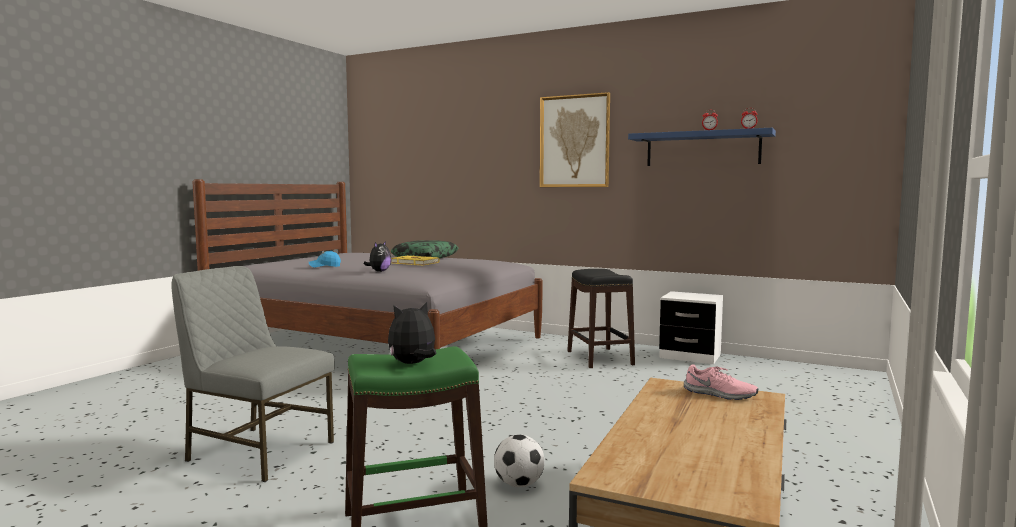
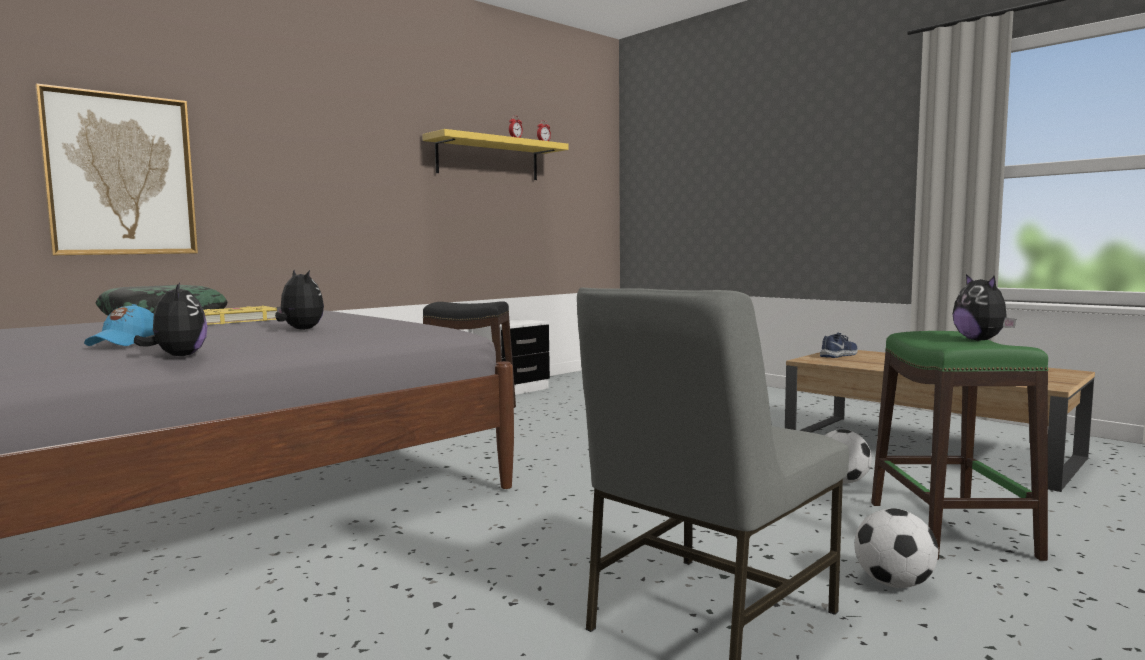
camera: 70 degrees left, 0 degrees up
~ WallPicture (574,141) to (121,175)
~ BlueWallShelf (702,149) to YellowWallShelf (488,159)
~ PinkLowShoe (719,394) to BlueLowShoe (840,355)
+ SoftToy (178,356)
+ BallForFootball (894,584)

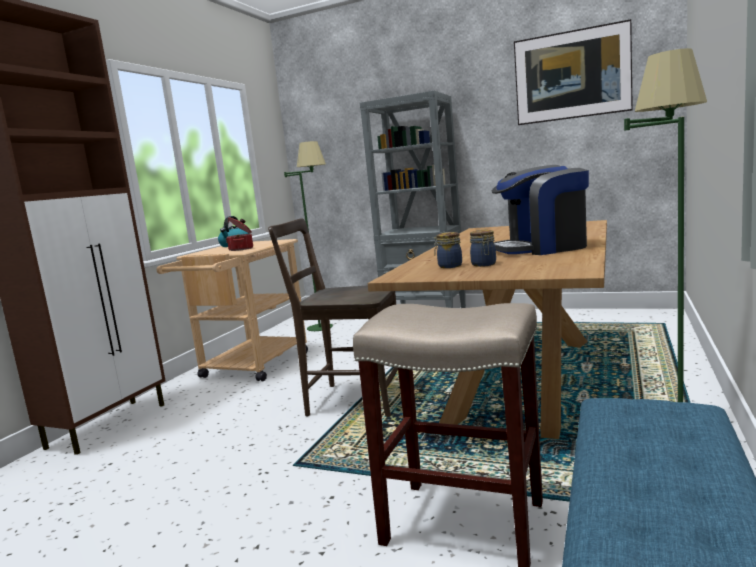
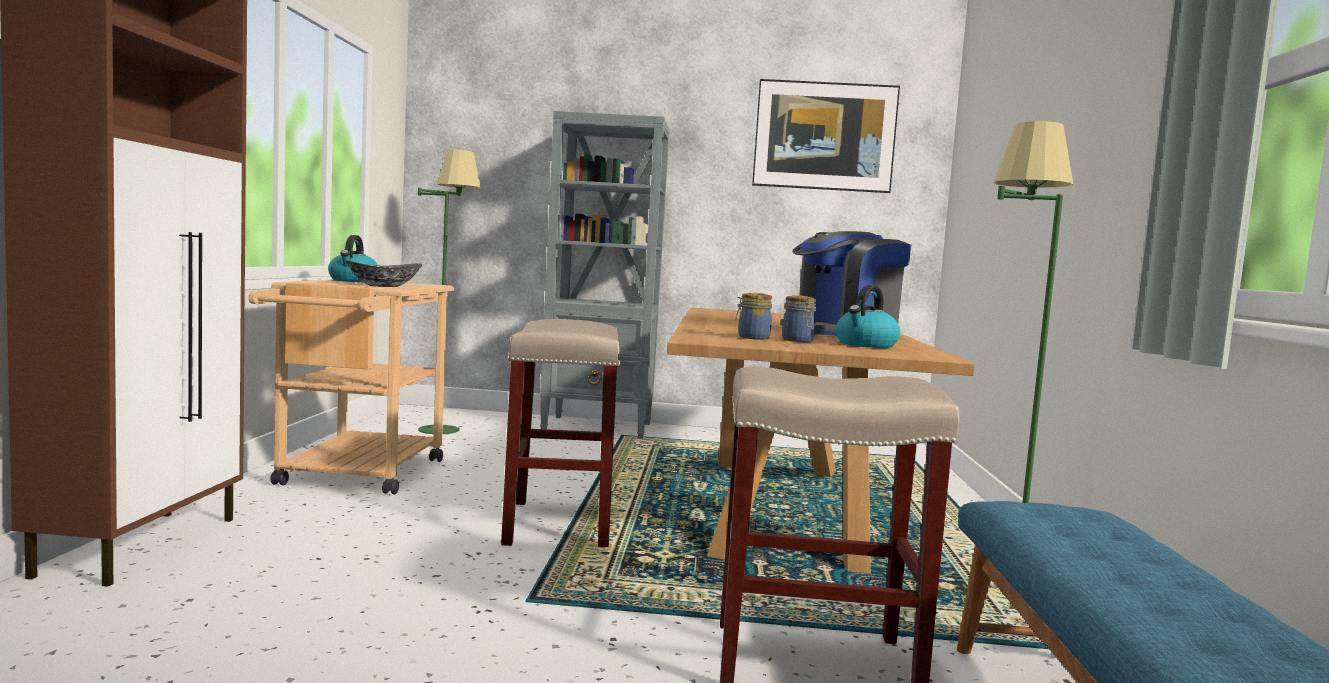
camera: 20 degrees left, 5 degrees down
~ Stockpot (242,249) to DeepDish (383,286)
~ BrownPlainChair (351,400) to BeigeStoolSeat (558,523)
+ Kettle (866,345)

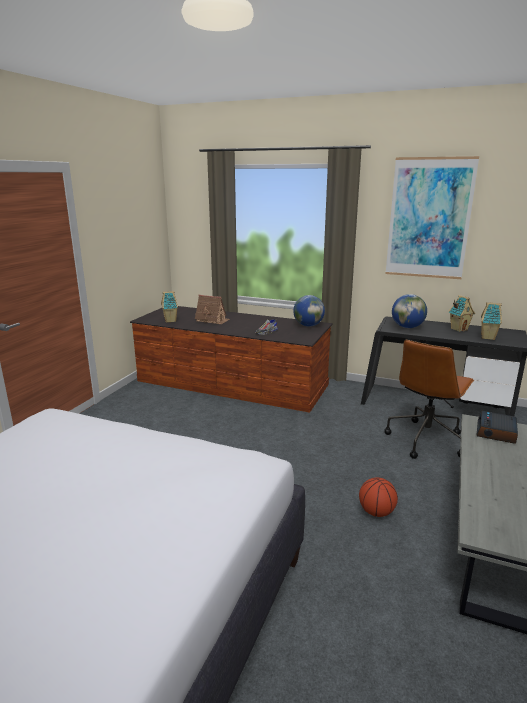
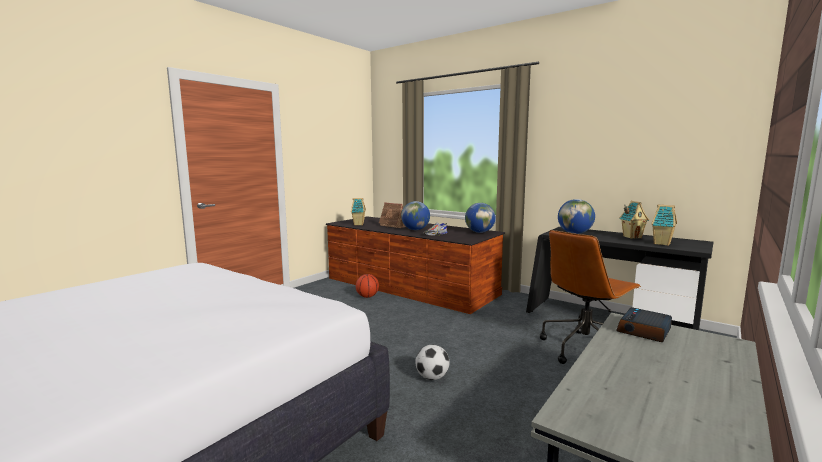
camera: 15 degrees right, 10 degrees down
~ BasketballBall (376,512) to (367,296)
- WallPicture (429,219)
+ WorldGlobe (415,230)
+ BallForFootball (432,377)

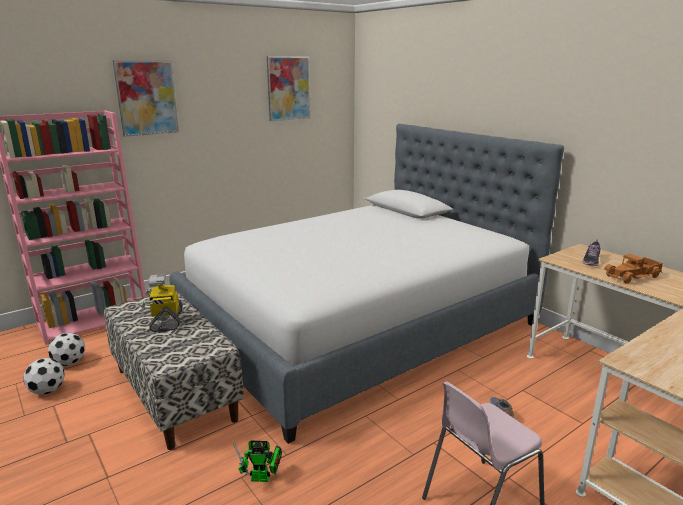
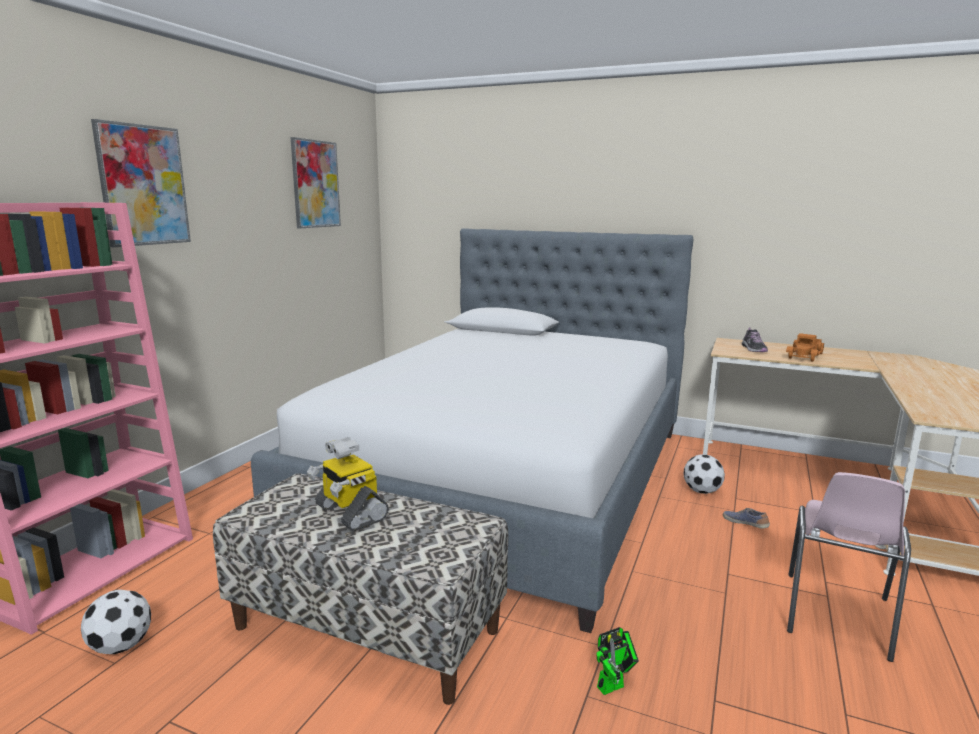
camera: 30 degrees left, 5 degrees down
~ BallForFootball (48,390) to (702,491)

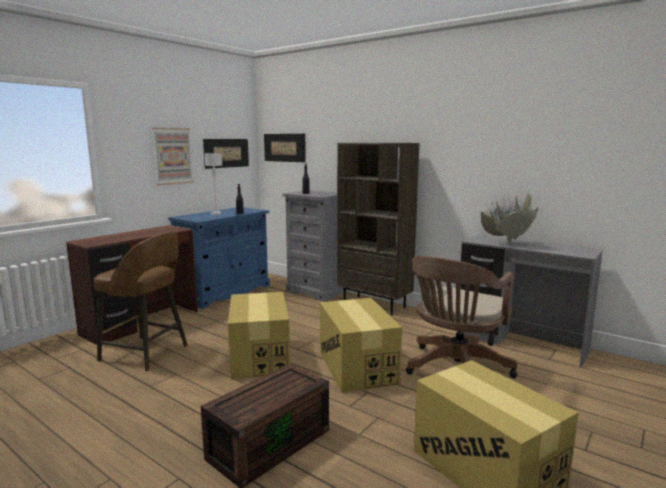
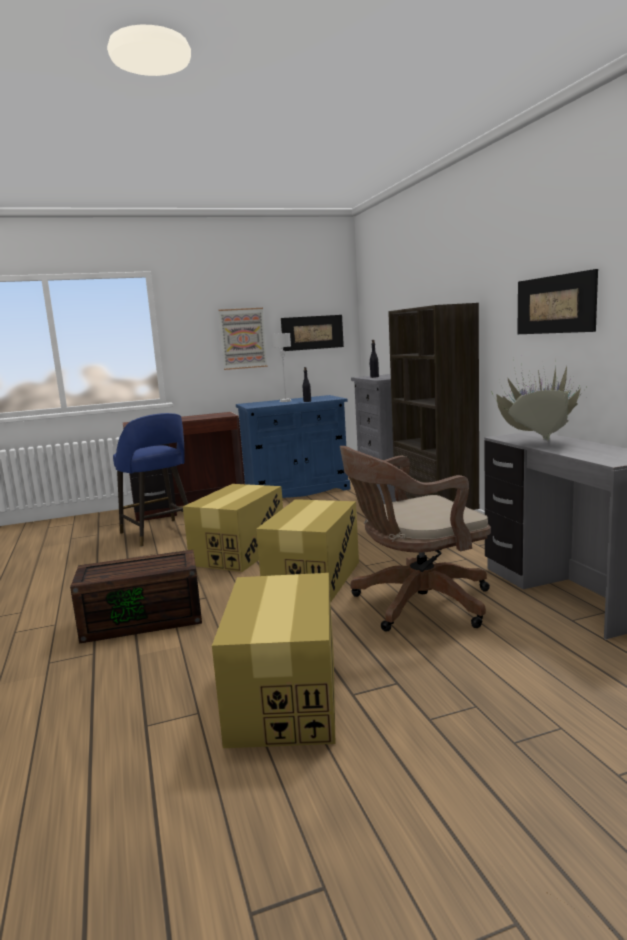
camera: 35 degrees right, 0 degrees up
~ BrownStoolSeat (146,353) to BlueStoolSeat (159,533)
~ WallPicture (284,147) to (555,304)

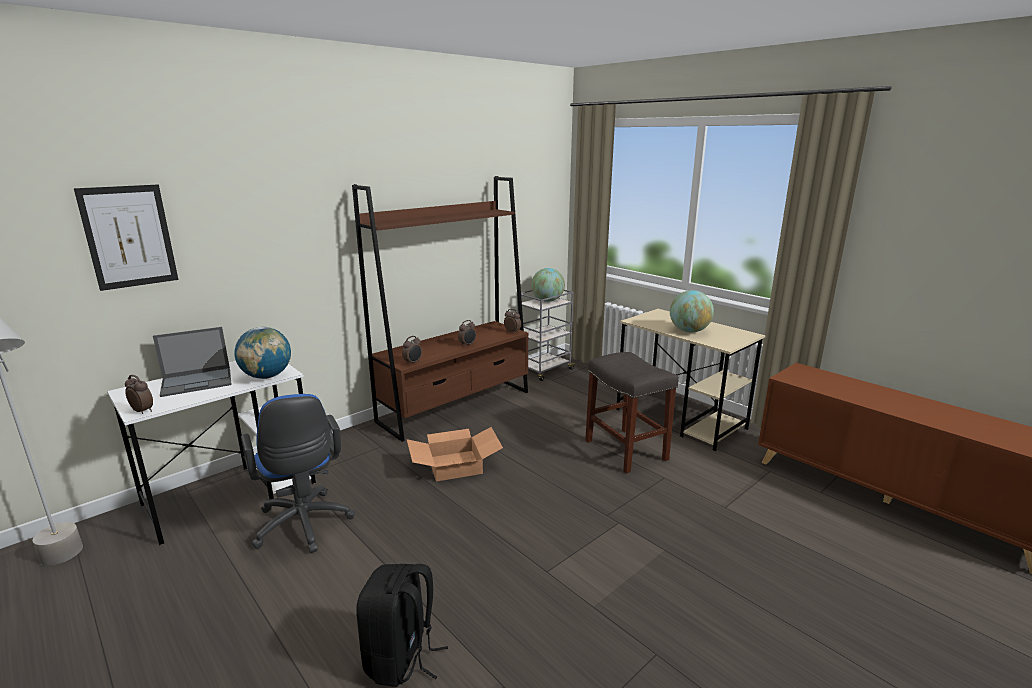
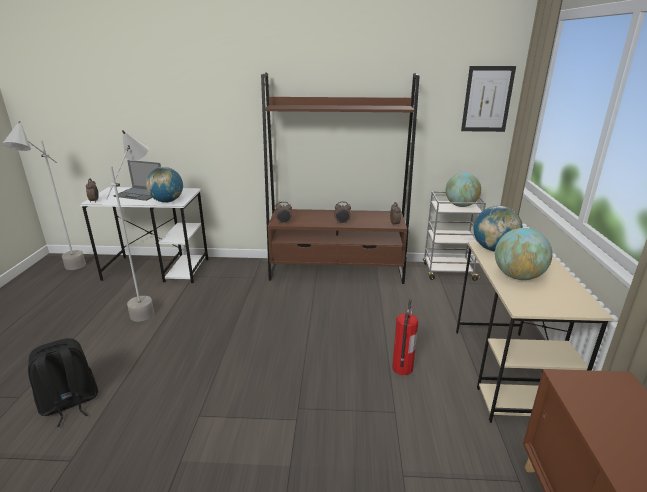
camera: 45 degrees right, 5 degrees up
~ WallPicture (129,237) to (487,99)
~ BlueComputerChair (304,527) to GreyishStandingLamp (151,304)
- PackingBox (455,465)
~ GreyishStoolSeat (624,449) to FireFightingCylinder (402,368)
+ WorldGlobe (493,249)

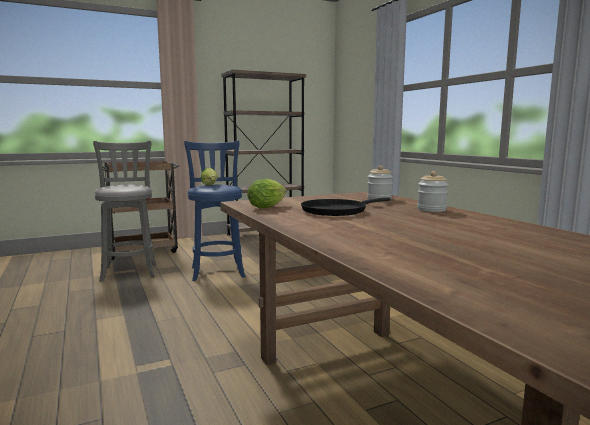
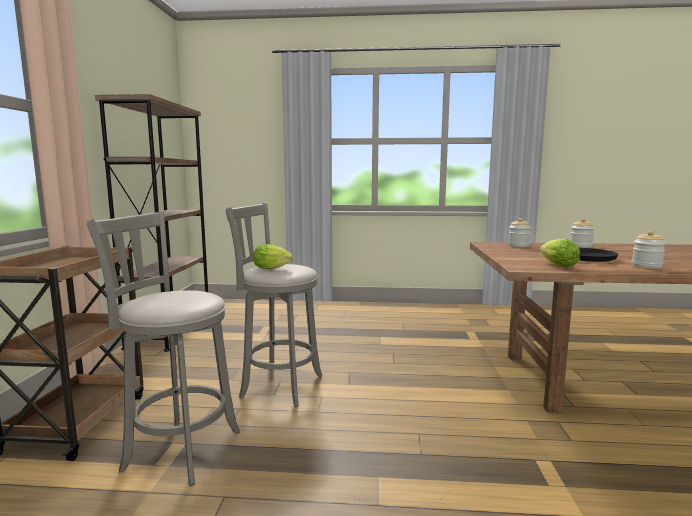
camera: 60 degrees left, 0 degrees up
~ BlueStoolSeat (217,271) to GreyishStoolSeat (278,385)
+ Jar (646,266)

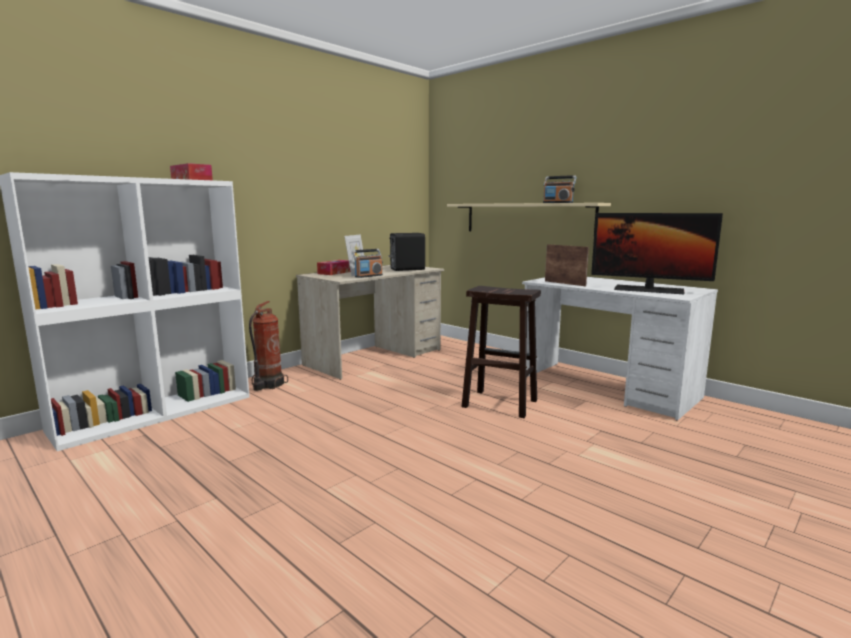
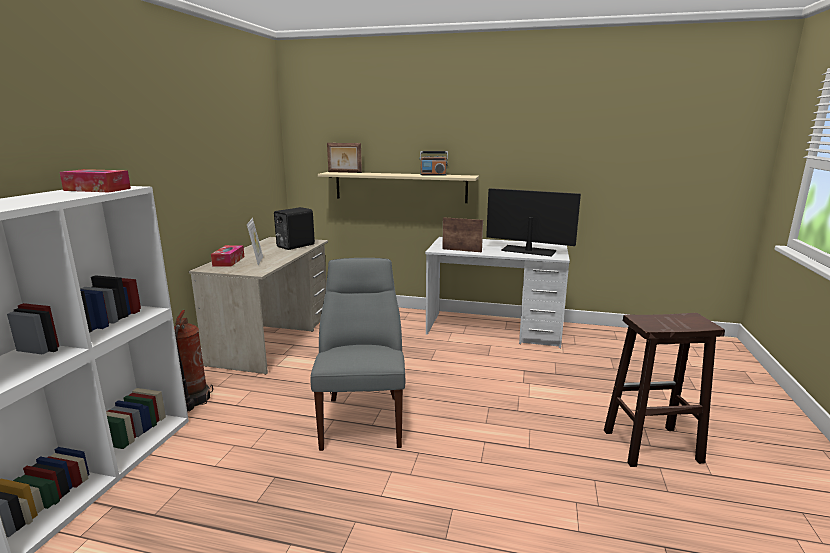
camera: 30 degrees left, 5 degrees up
- Radio (368,276)
~ BrownStoolSeat (498,403) to (650,446)
~ ComputerScreen (648,290) = (528,251) 150 degrees counterclockwise
+ GreyishPlainChair (363,418)
+ PictureFrame (344,172)

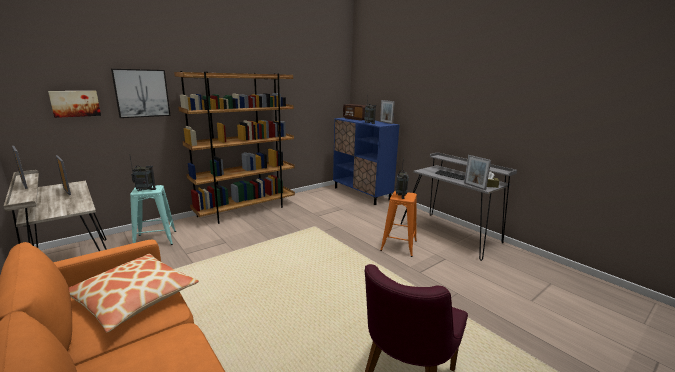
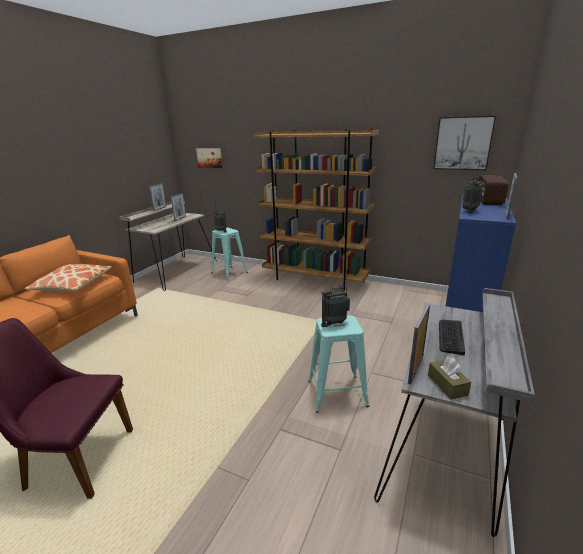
camera: 65 degrees right, 5 degrees up
~ WallPicture (142,93) to (463,143)
~ OrangeColouredStoolSeat (398,245) to BlueGreenStoolSeat (337,393)

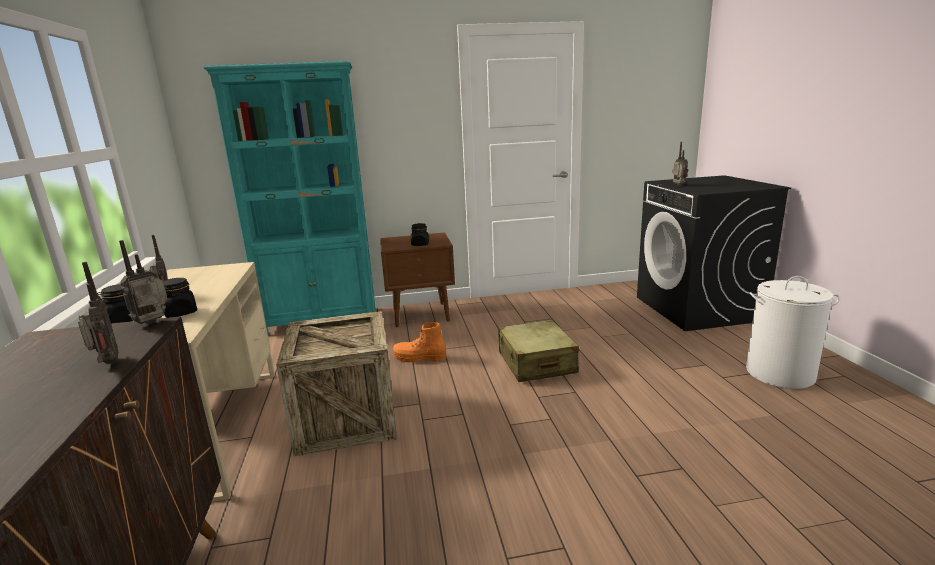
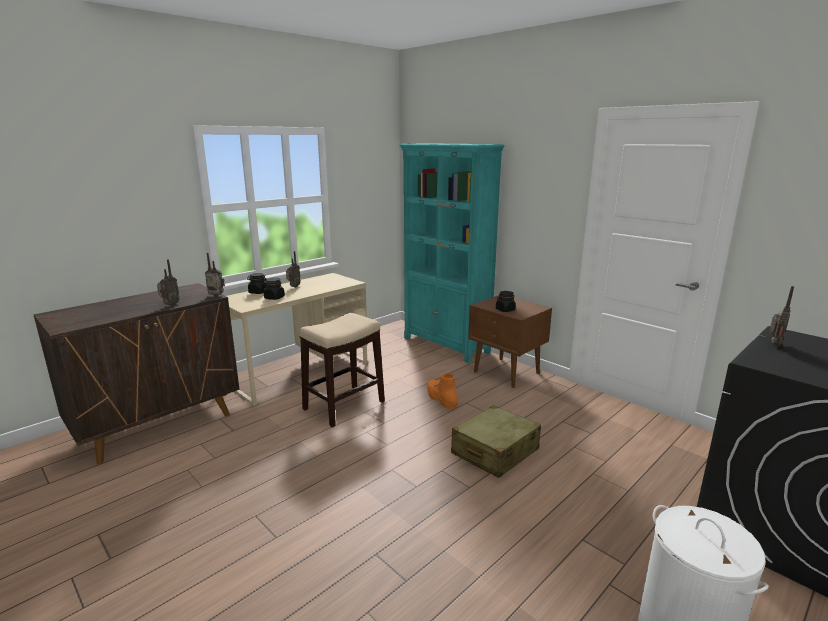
camera: 55 degrees right, 0 degrees up
~ PackingCrate (346,419) to StoolSeat (343,405)

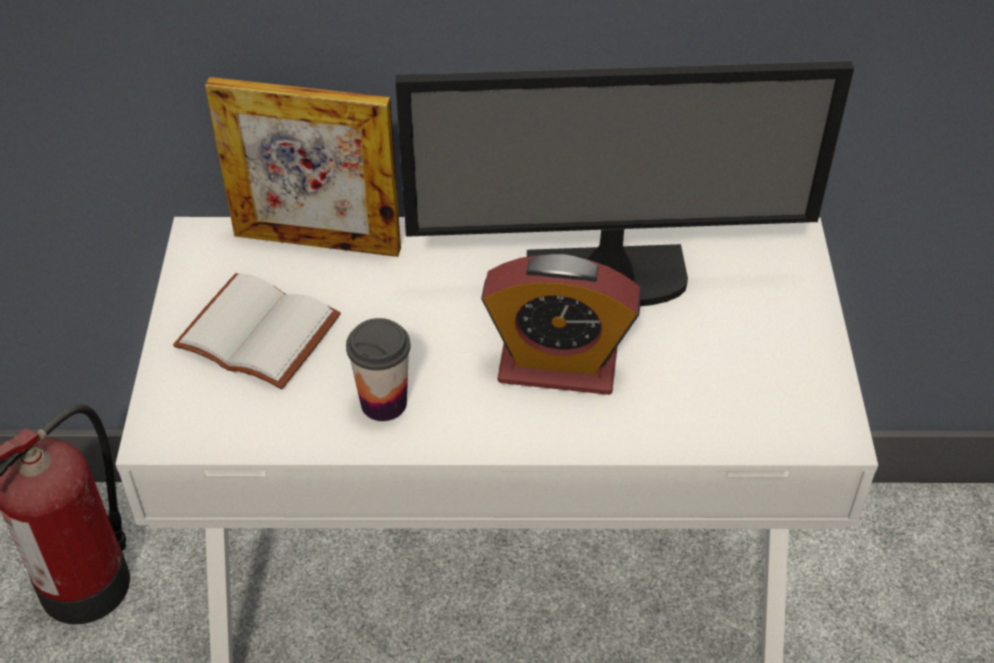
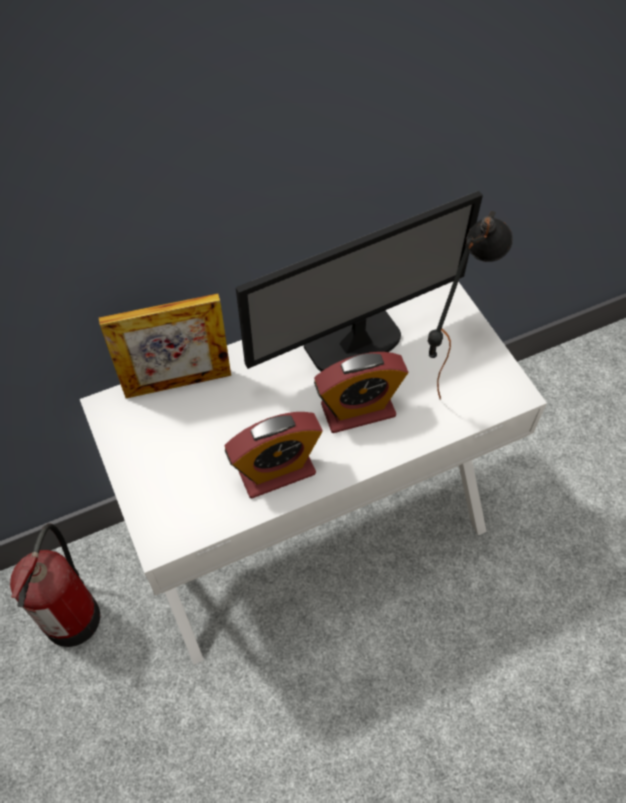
camera: 25 degrees left, 10 degrees up
- WhitishVolume (262,331)
~ DrinkingCup (383,403) to TableClock (276,471)
+ BlackTableLamp (446,361)

